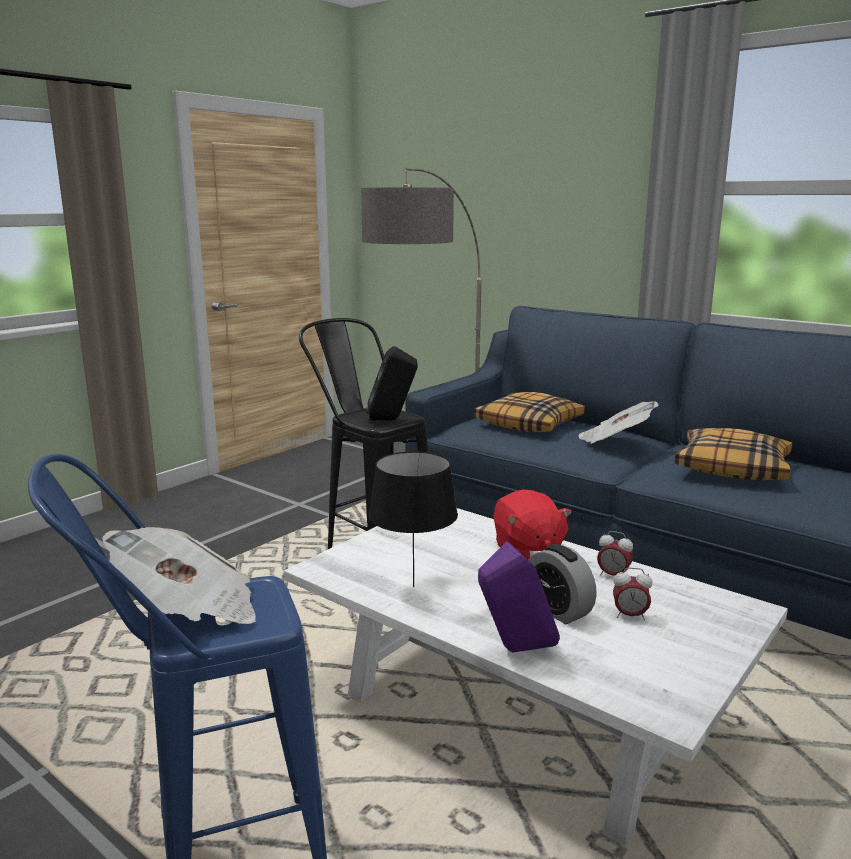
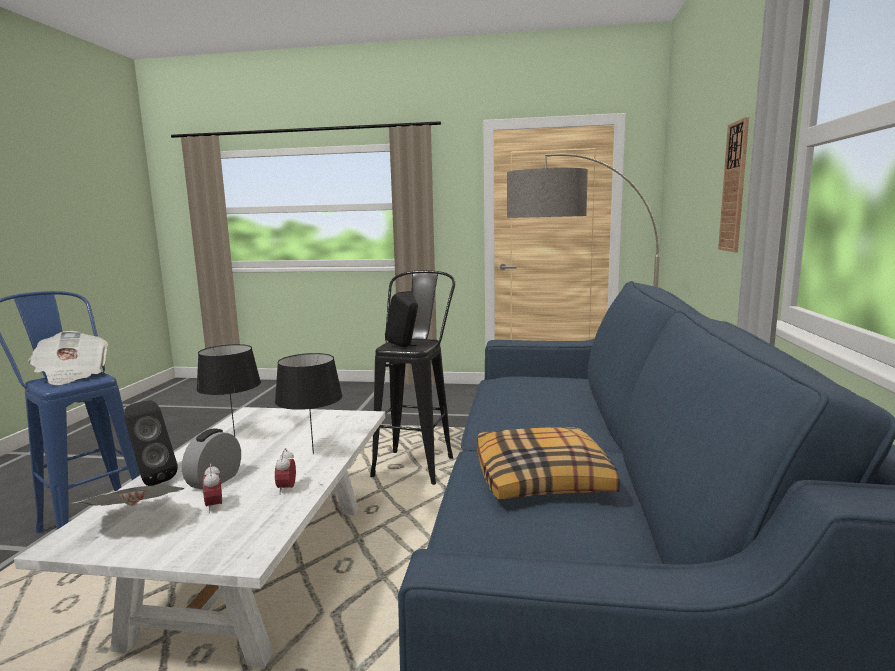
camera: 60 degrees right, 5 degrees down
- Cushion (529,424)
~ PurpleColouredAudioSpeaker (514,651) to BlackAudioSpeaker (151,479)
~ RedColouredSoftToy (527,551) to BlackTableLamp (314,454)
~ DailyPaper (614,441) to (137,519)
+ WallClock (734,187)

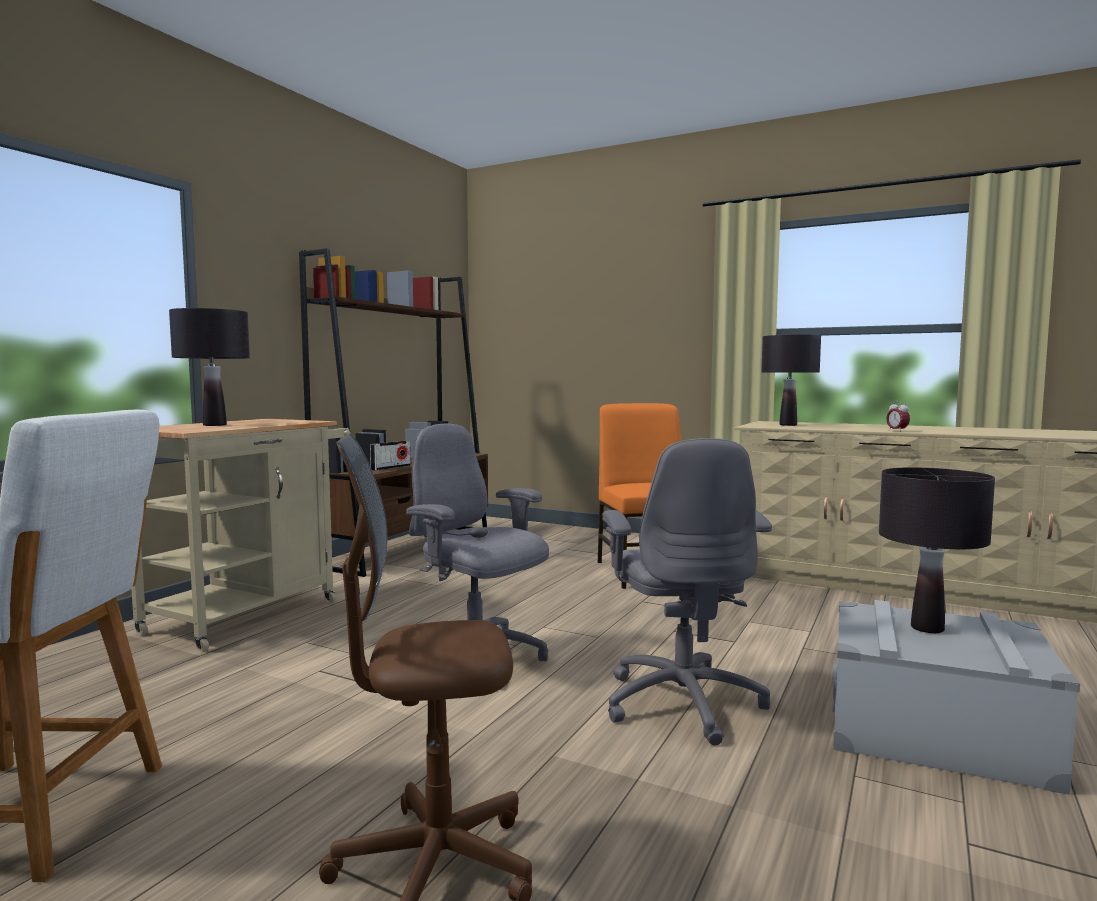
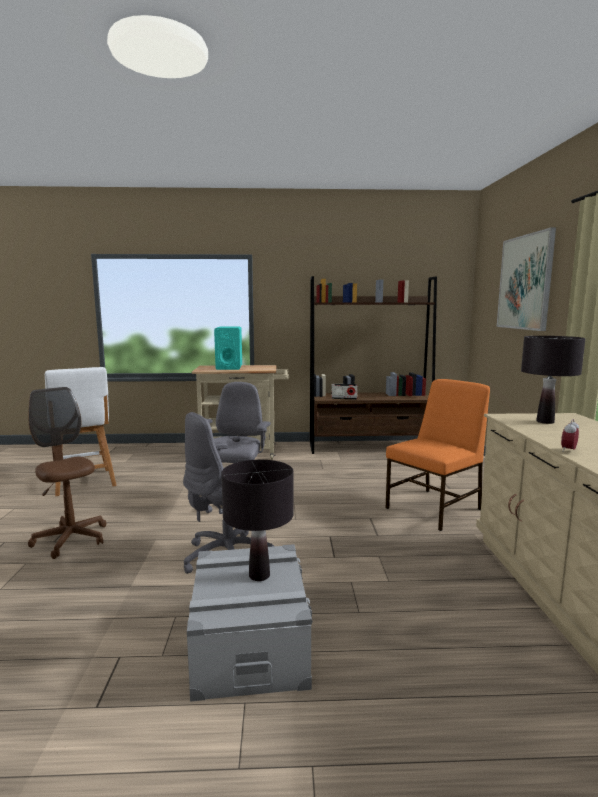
camera: 60 degrees right, 5 degrees up
~ BlackTableLamp (215,425) to BlueGreenAudioSpeaker (229,367)
+ WallPicture (525,282)

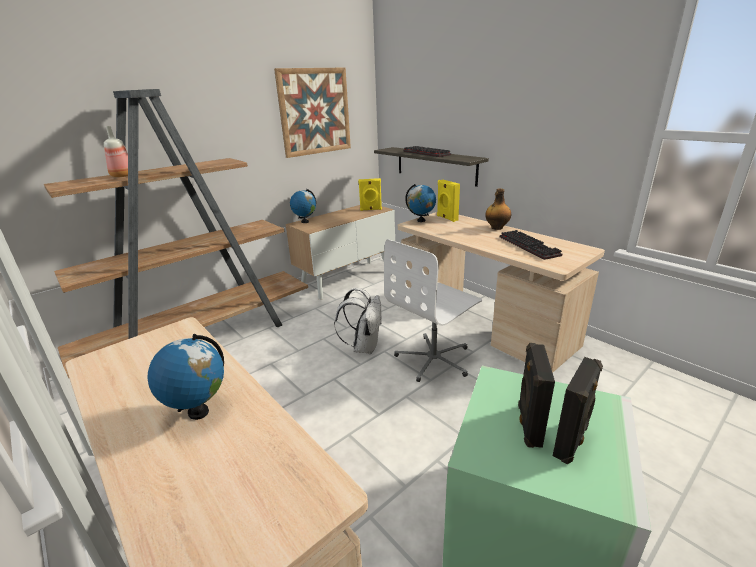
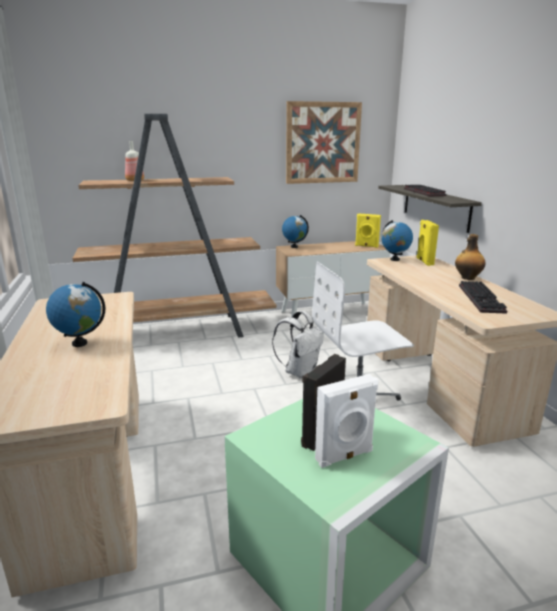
camera: 25 degrees right, 5 degrees down
~ BlackAudioSpeaker (571,442) to WhitishAudioSpeaker (345,456)

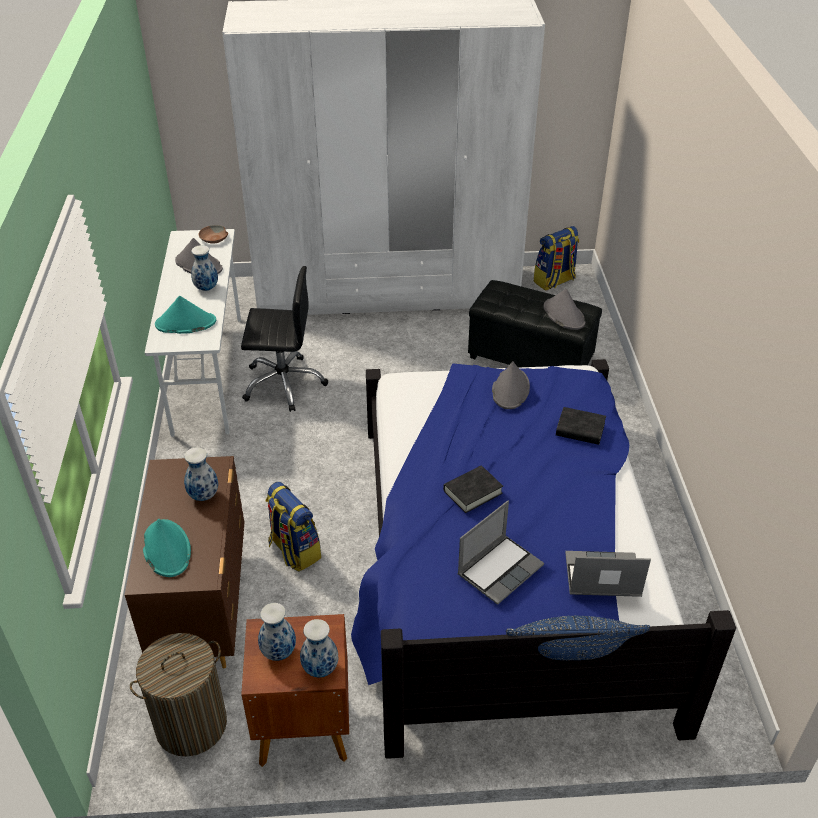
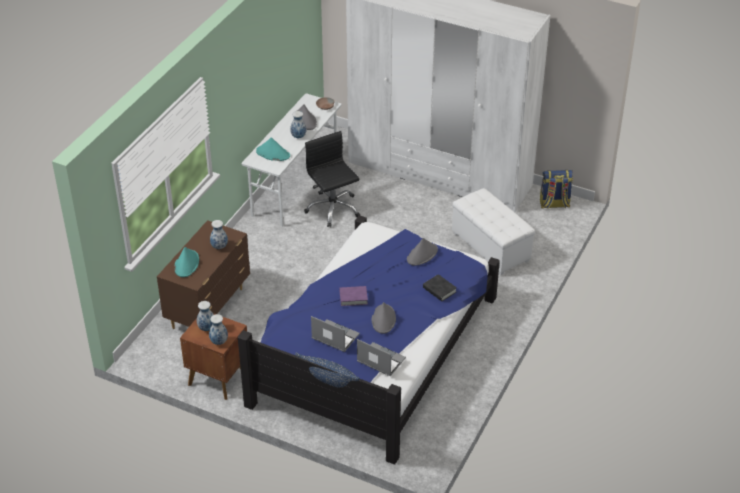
camera: 30 degrees right, 0 degrees up
- Hamper (191,724)
~ BlackComputerChair (283,383) = (332,209) 150 degrees counterclockwise
- Knapsack (294,550)
~ BlackVolume (472,492) to PurpleColouredVolume (353,298)
~ PortableComputer (500,569) = (334,337) 135 degrees counterclockwise
~ BlackOttoman (531,358) to WhitishOttoman (491,247)
~ GreyishClothingHat (563,315) to (383,319)

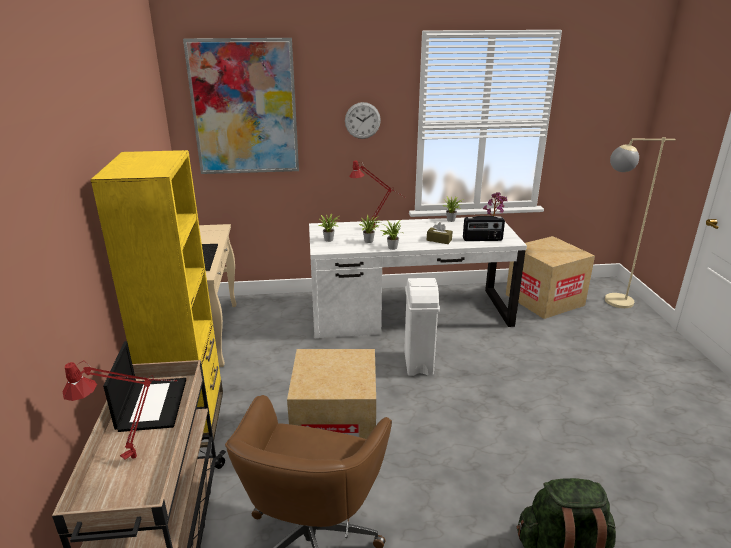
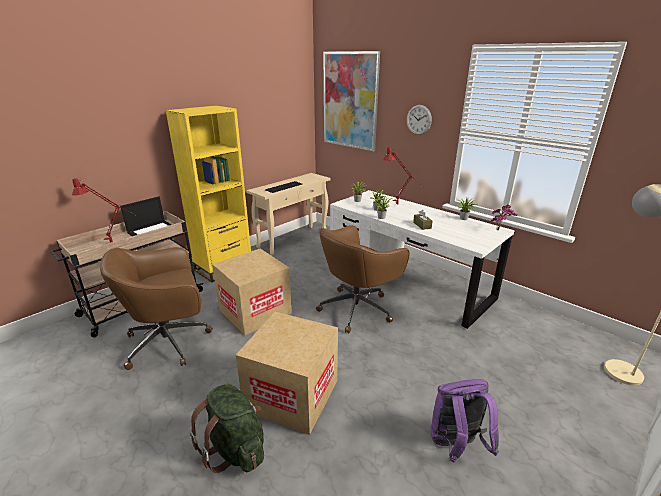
camera: 50 degrees right, 0 degrees up
~ WhitishRubbishBin (418,364) to BrownComputerChair (357,308)
- Radio (482,239)
~ PackingBox (544,300) to (292,395)
+ PurpleColouredKnapsack (456,445)

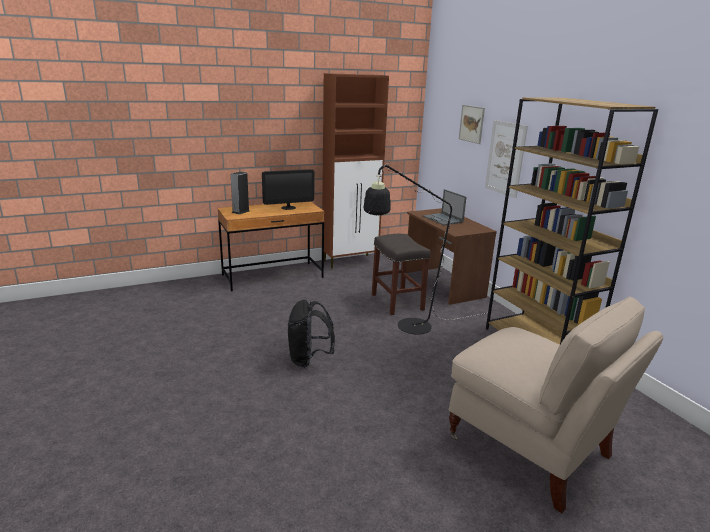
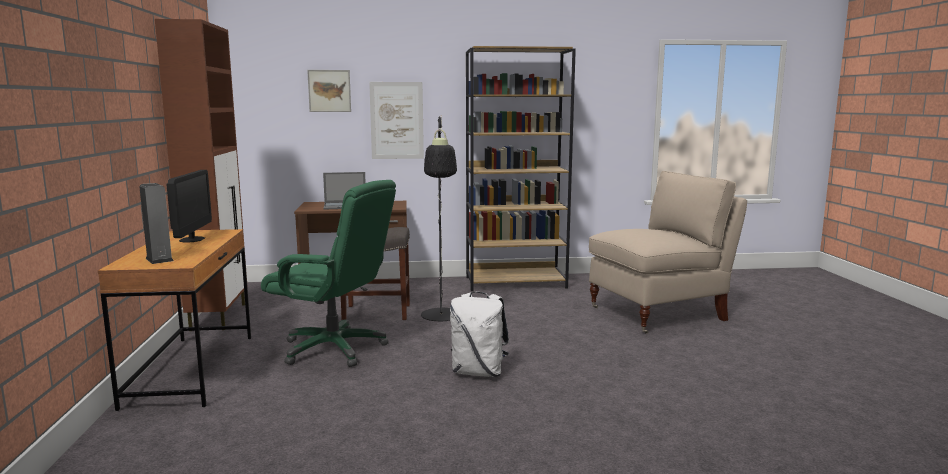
camera: 70 degrees left, 10 degrees down
~ BlackKnapsack (309,359) to WhitishKnapsack (479,372)
+ GreenishComputerChair (334,348)

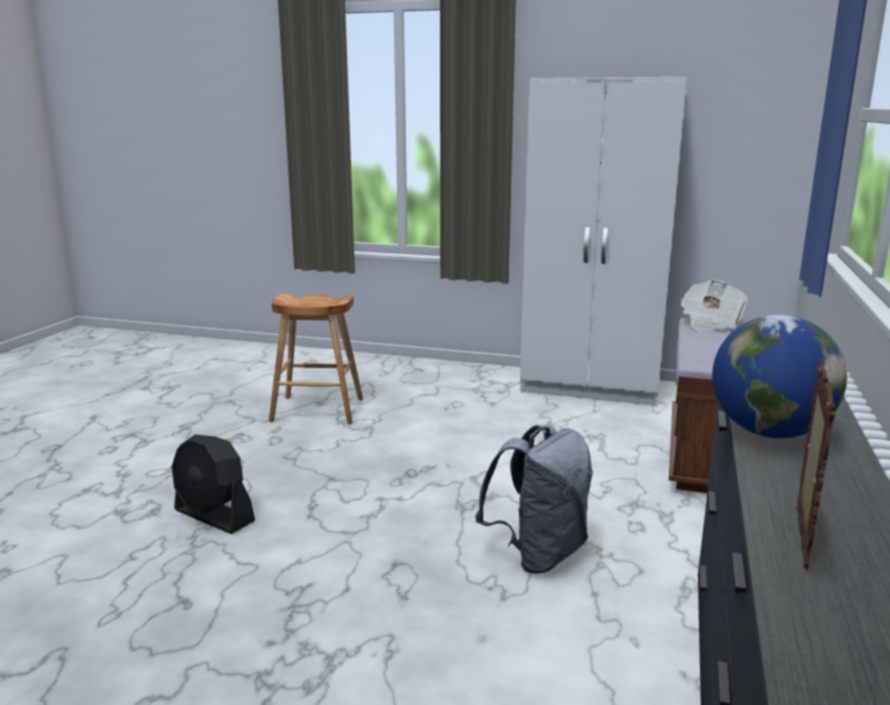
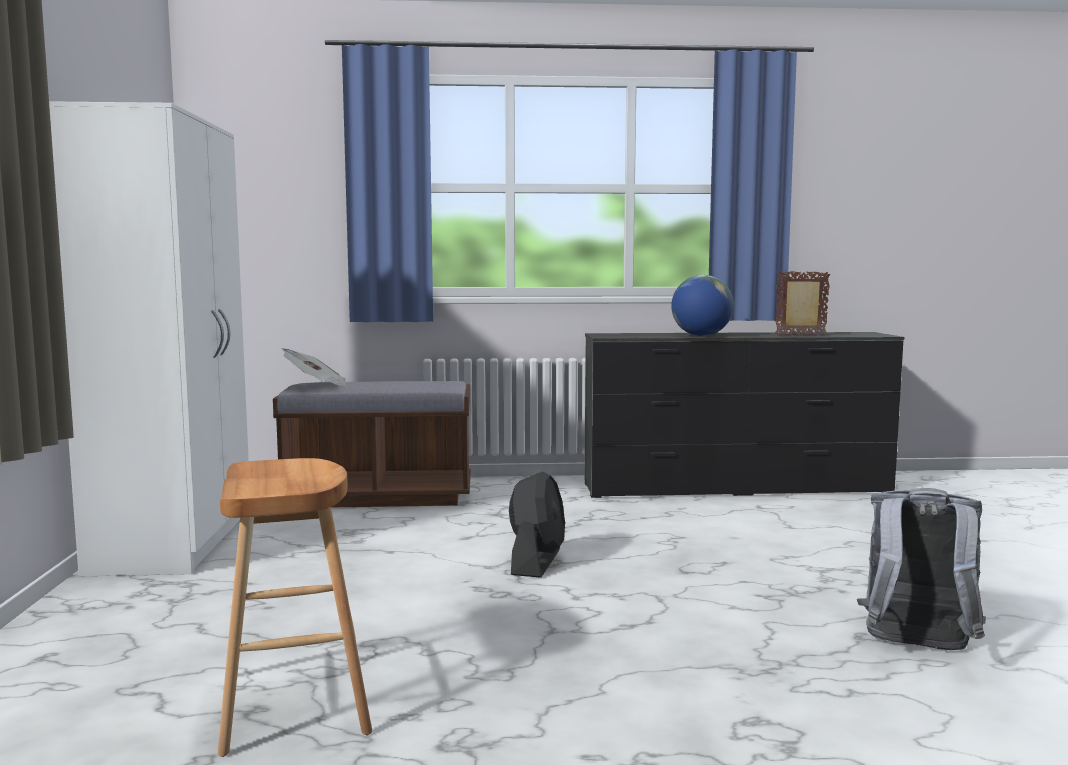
camera: 110 degrees left, 10 degrees down
~ BlackFan (214,516) to (536,561)
~ GreyishKnapsack (538,554) to (916,648)

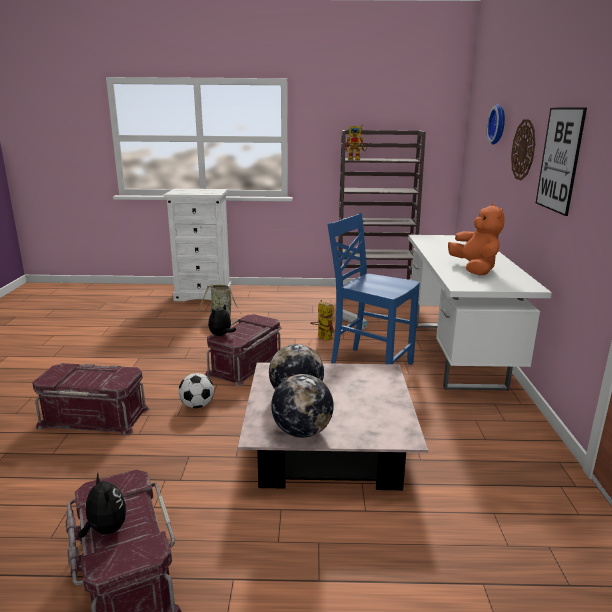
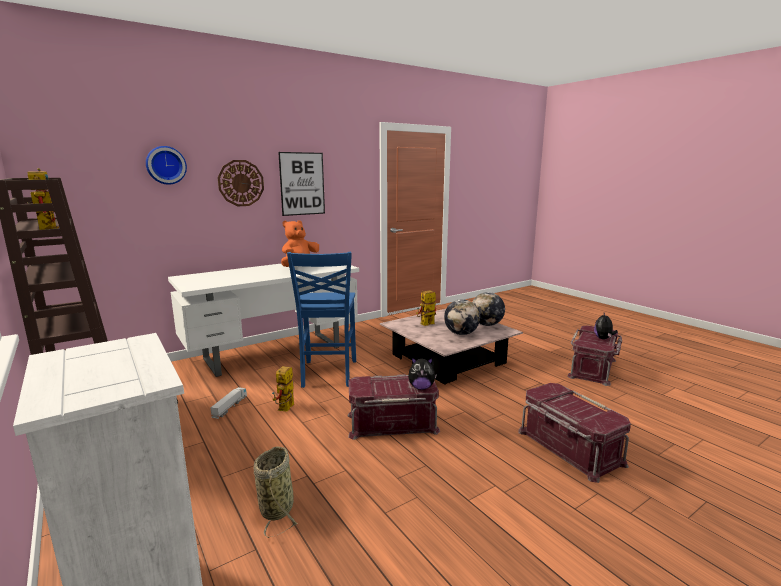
camera: 125 degrees left, 5 degrees down
- BallForFootball (197,405)
+ ToyRobot (425,324)

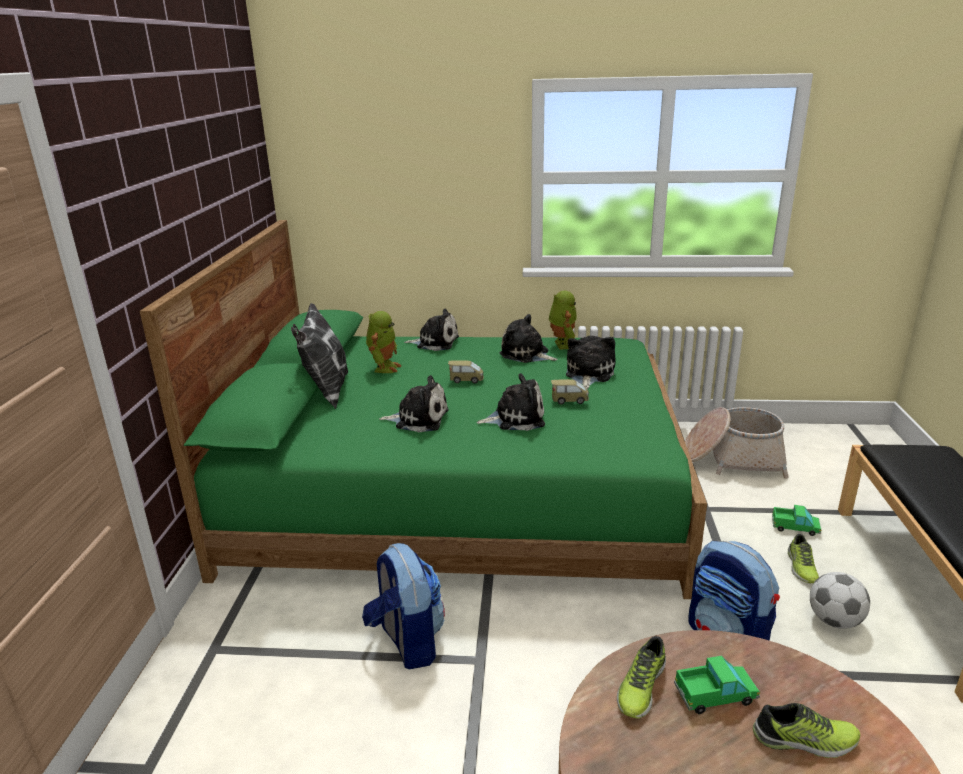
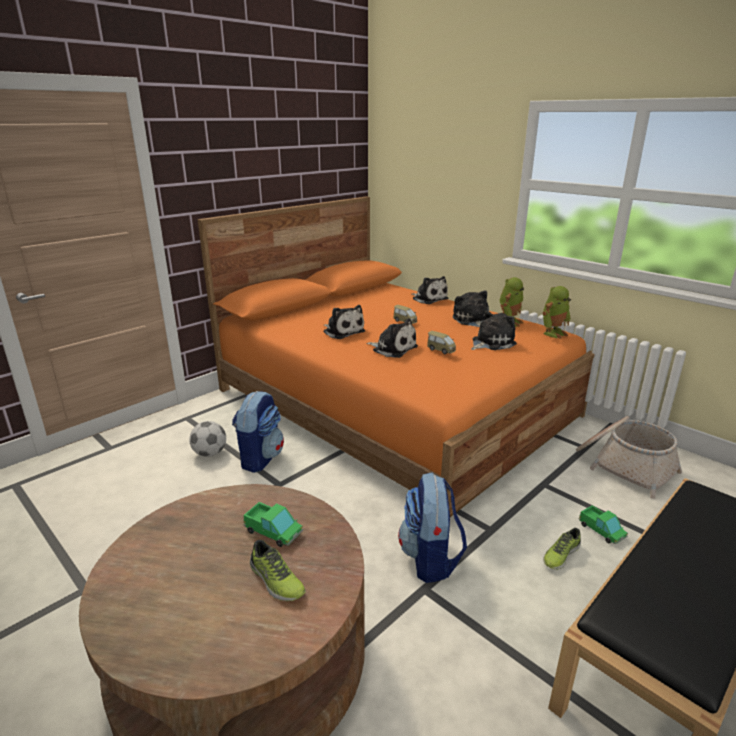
camera: 40 degrees right, 0 degrees up
~ GreenishBedroomBed (459,490) to OrangeColouredBedroomBed (393,402)
- Cushion (326,392)
~ ToyRobot (384,367) to (553,333)
- LowShoe (640,687)
~ BallForFootball (834,620) to (210,453)

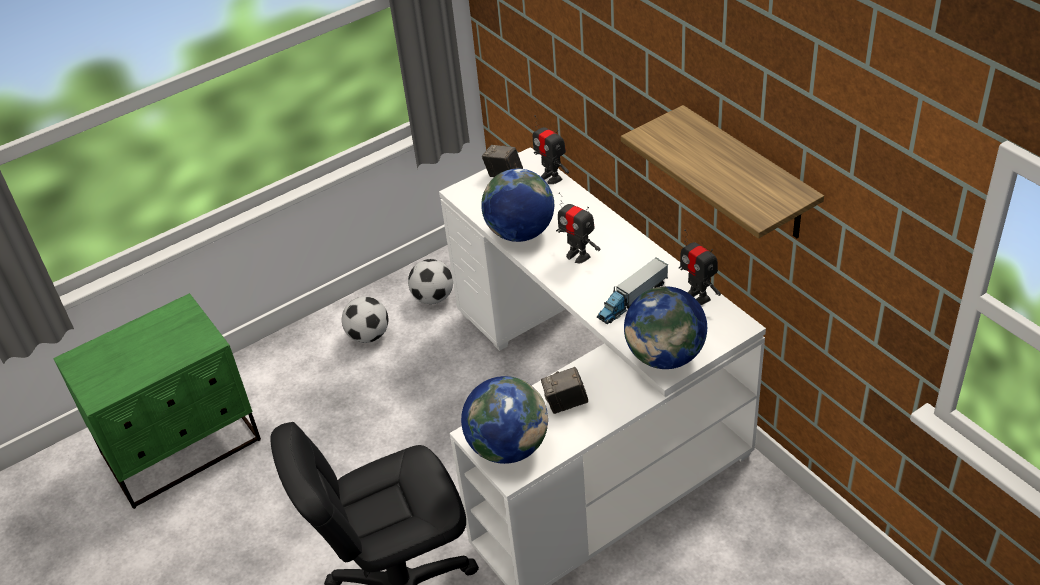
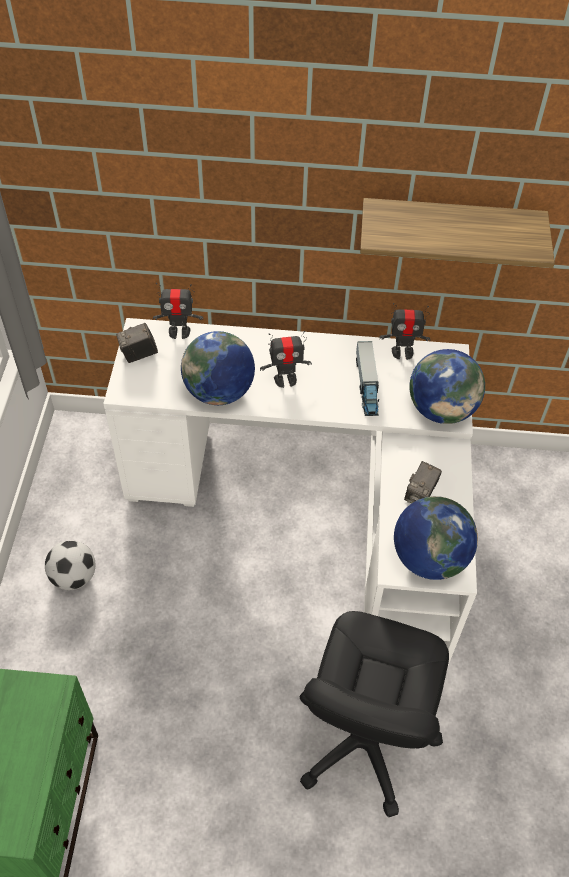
camera: 55 degrees left, 10 degrees up
- BallForFootball (433,298)

